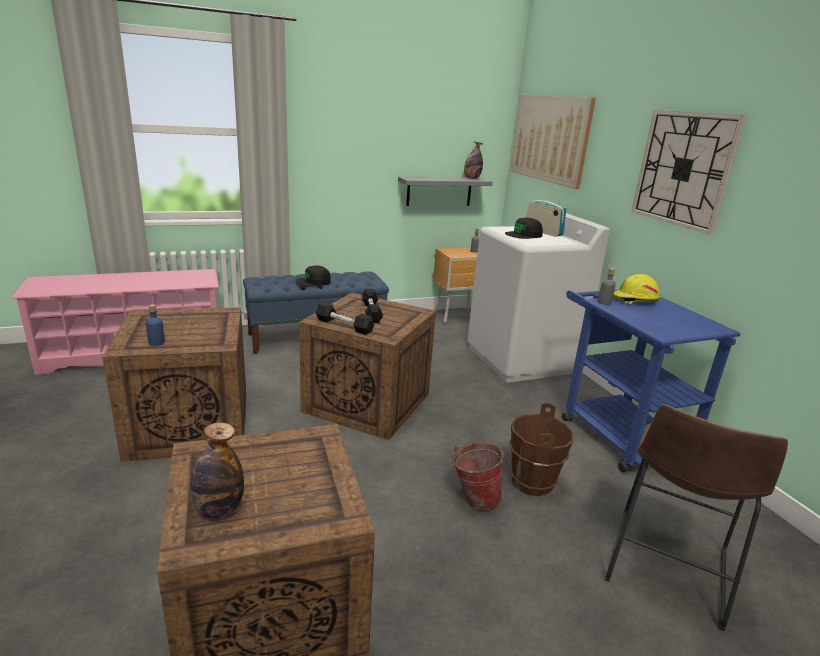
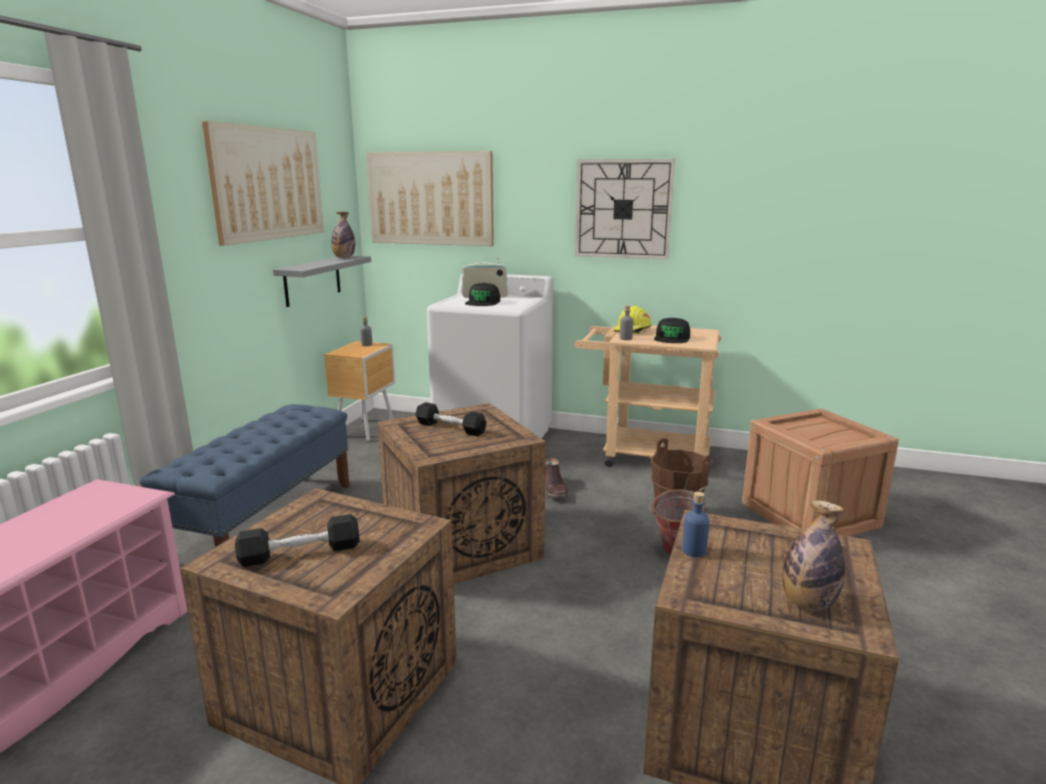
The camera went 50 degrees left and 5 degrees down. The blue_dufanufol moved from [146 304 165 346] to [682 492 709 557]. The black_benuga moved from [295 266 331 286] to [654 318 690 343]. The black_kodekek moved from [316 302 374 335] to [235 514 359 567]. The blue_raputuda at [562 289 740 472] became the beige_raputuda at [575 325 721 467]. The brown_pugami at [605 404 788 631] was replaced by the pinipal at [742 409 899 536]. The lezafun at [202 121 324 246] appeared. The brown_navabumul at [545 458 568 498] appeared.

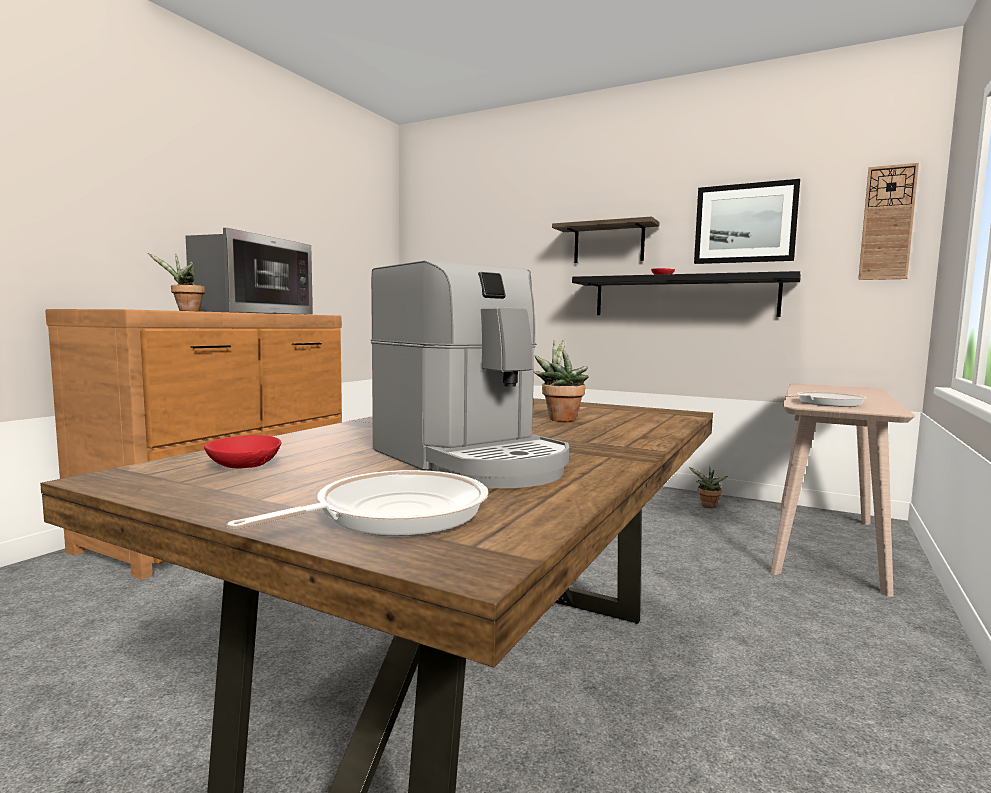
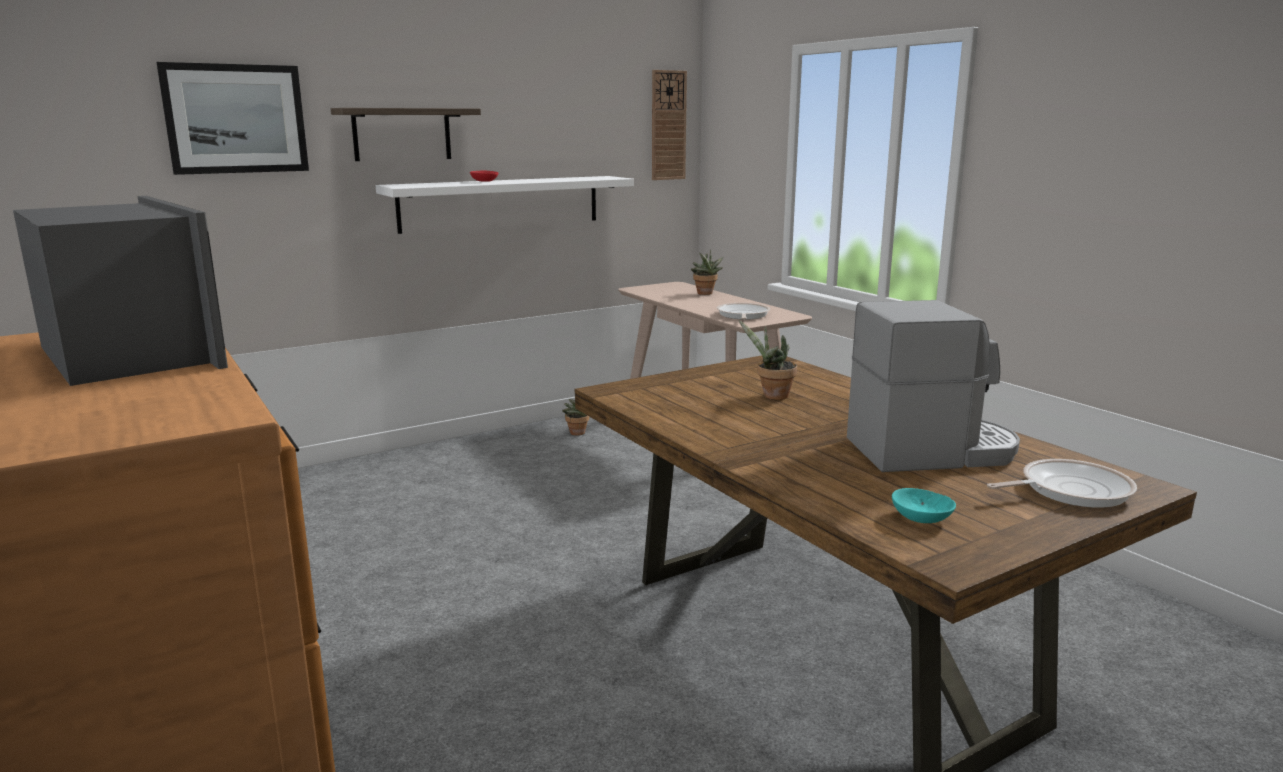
The camera went 60 degrees left and 10 degrees up. The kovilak moved from [148 253 205 311] to [691 250 724 295]. The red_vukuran at [204 435 282 469] became the turquoise_vukuran at [892 488 956 523]. The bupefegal at [227 470 488 536] turned 90 degrees clockwise. The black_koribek at [572 271 801 317] became the white_koribek at [376 176 634 234]. The lezafun moved from [694 179 800 264] to [156 62 309 175].

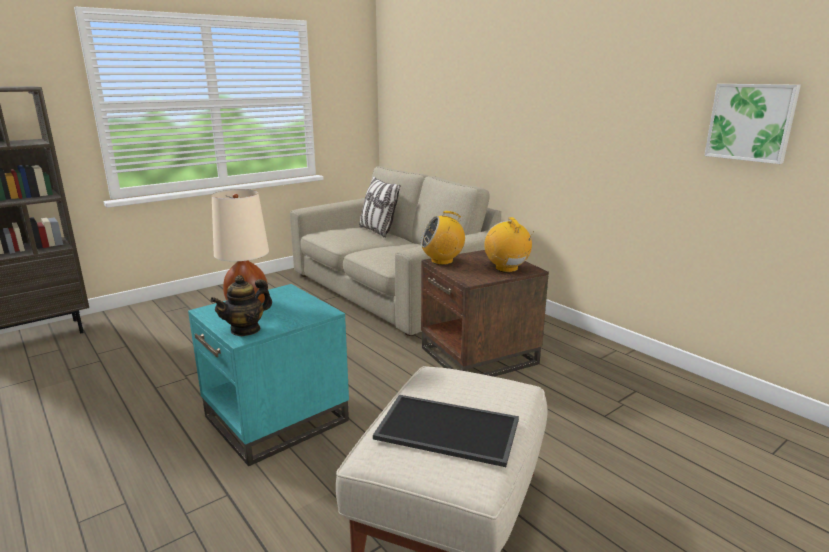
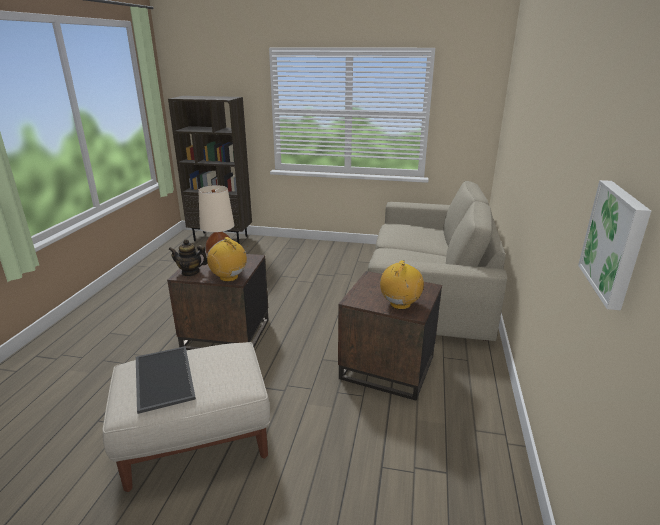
The camera went 50 degrees right and 5 degrees up. The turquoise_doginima at [188 284 349 466] became the brown_doginima at [167 251 269 350]. The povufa at [359 176 400 238] disappeared. The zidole moved from [420 211 465 265] to [207 237 248 282].

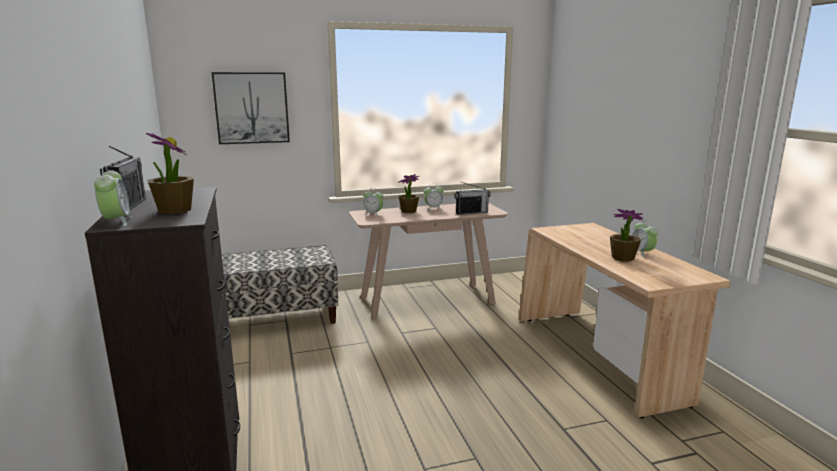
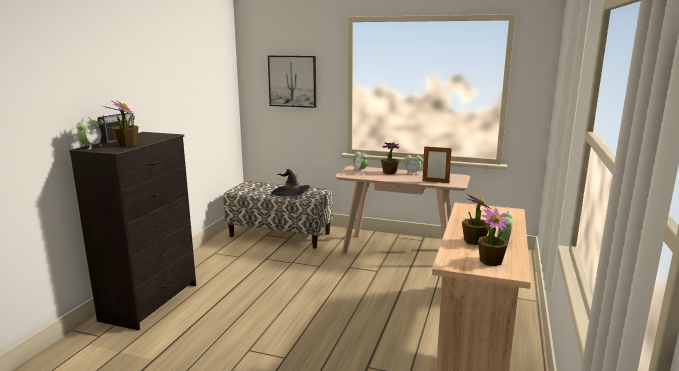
The camera went 35 degrees right and 0 degrees up. The zidole at [454 182 491 215] was replaced by the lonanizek at [423 145 452 183]. The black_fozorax at [272 169 310 196] appeared. The kovilak at [478 208 509 266] appeared.

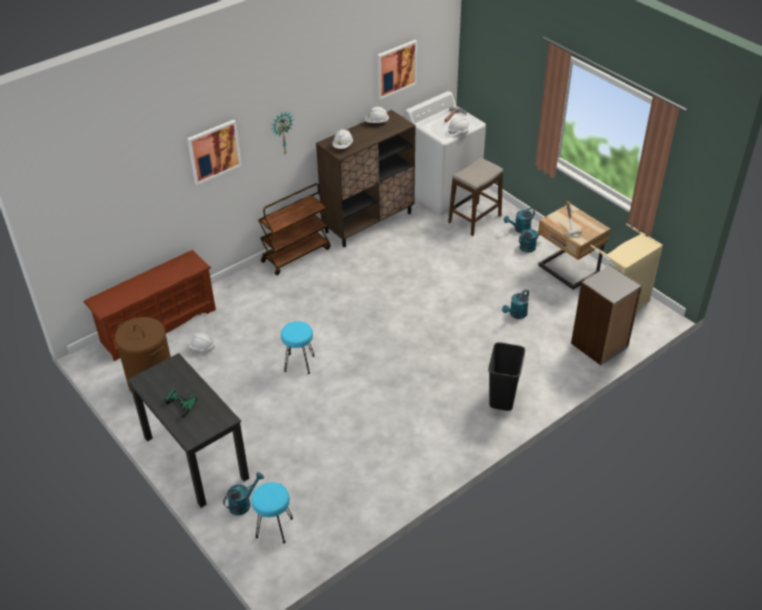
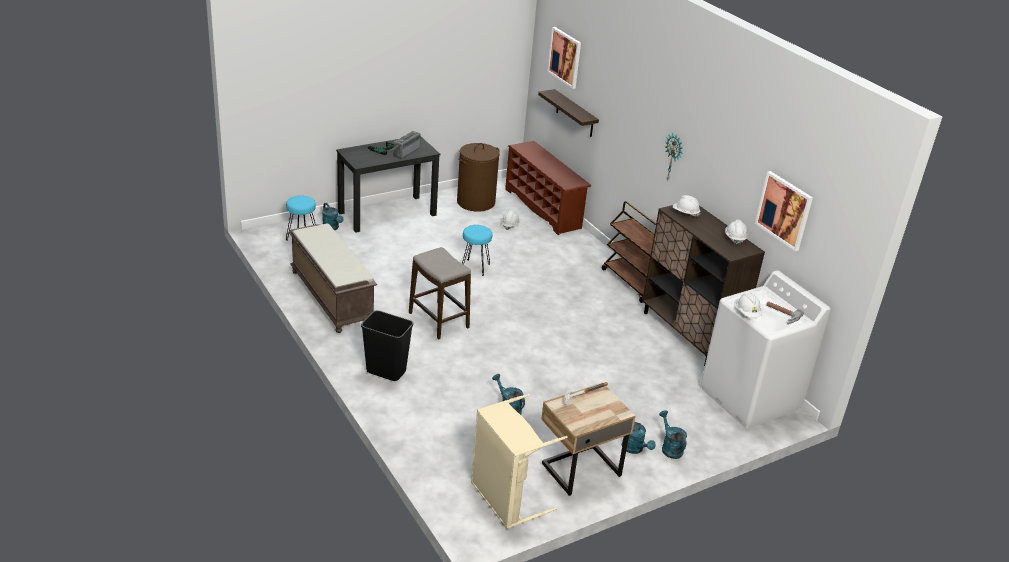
The camera went 95 degrees right and 10 degrees down. The lezafun moved from [187 120 242 185] to [547 27 581 89]. The pugami moved from [448 158 503 236] to [409 247 471 339]. The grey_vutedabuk at [571 265 642 365] disappeared. The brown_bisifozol at [289 223 377 333] appeared. The zidole at [391 131 421 159] appeared. The koribek at [538 89 599 137] appeared.

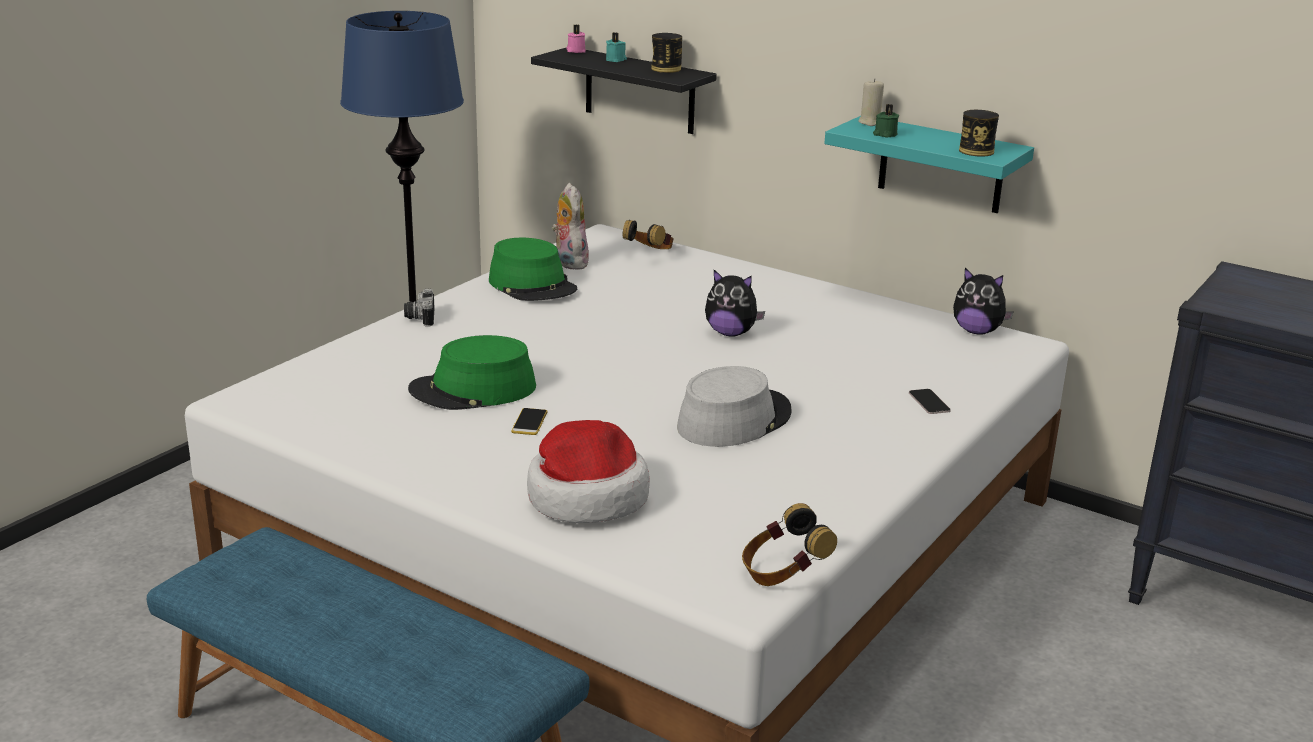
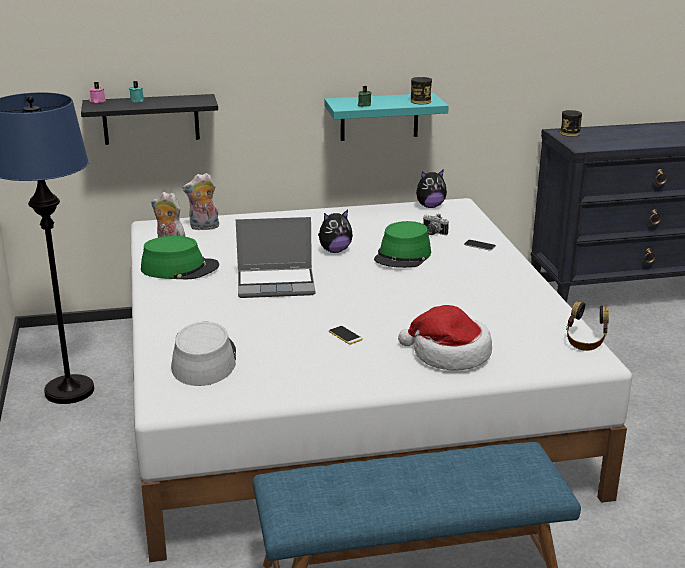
The camera went 45 degrees left and 0 degrees up. The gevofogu moved from [404 289 435 327] to [423 214 449 235]. The green_fozorax moved from [408 335 536 410] to [374 221 431 268]. The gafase at [622 220 674 249] was replaced by the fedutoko at [182 173 219 230]. The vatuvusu moved from [651 33 682 73] to [560 110 582 137]. The grey_fozorax moved from [677 366 792 447] to [171 322 236 386]. The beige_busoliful at [858 78 884 126] disappeared. The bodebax at [236 217 315 298] appeared.

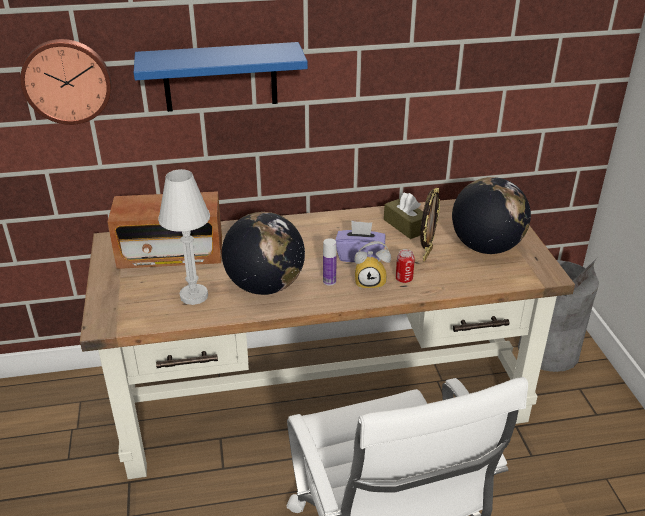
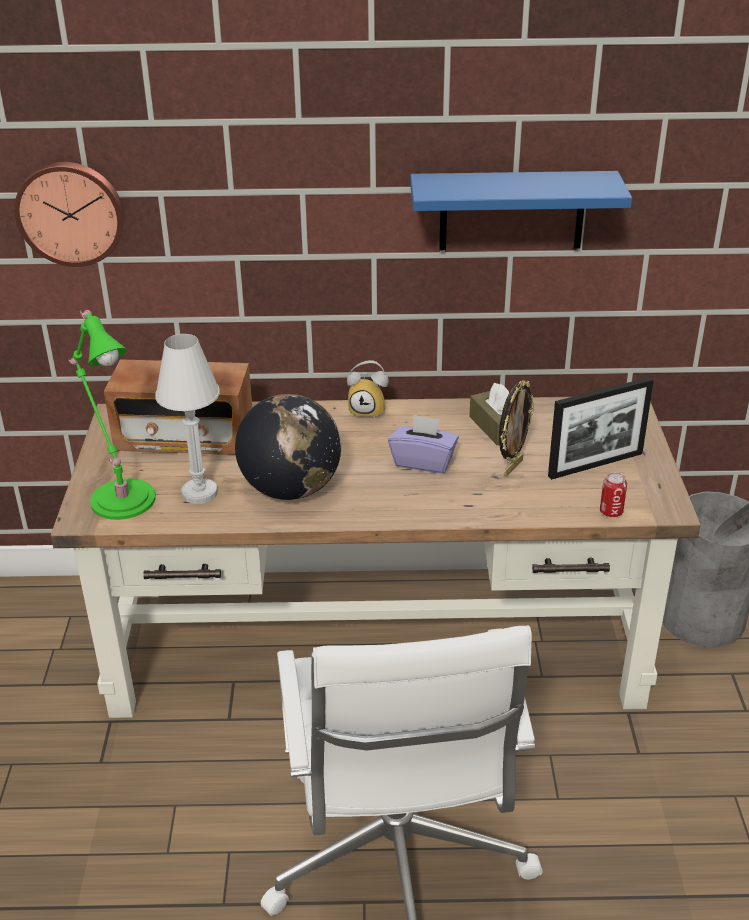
The camera went 10 degrees right and 0 degrees up. The blue_koribek moved from [134 42 308 112] to [410 171 632 250]. The dufanufol at [323 238 337 286] disappeared. The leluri moved from [354 241 391 289] to [347 360 389 419]. The vatuvusu moved from [396 249 415 283] to [600 472 627 517]. The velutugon at [452 177 531 254] was replaced by the lonanizek at [548 377 654 480]. The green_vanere at [68 310 156 520] appeared.

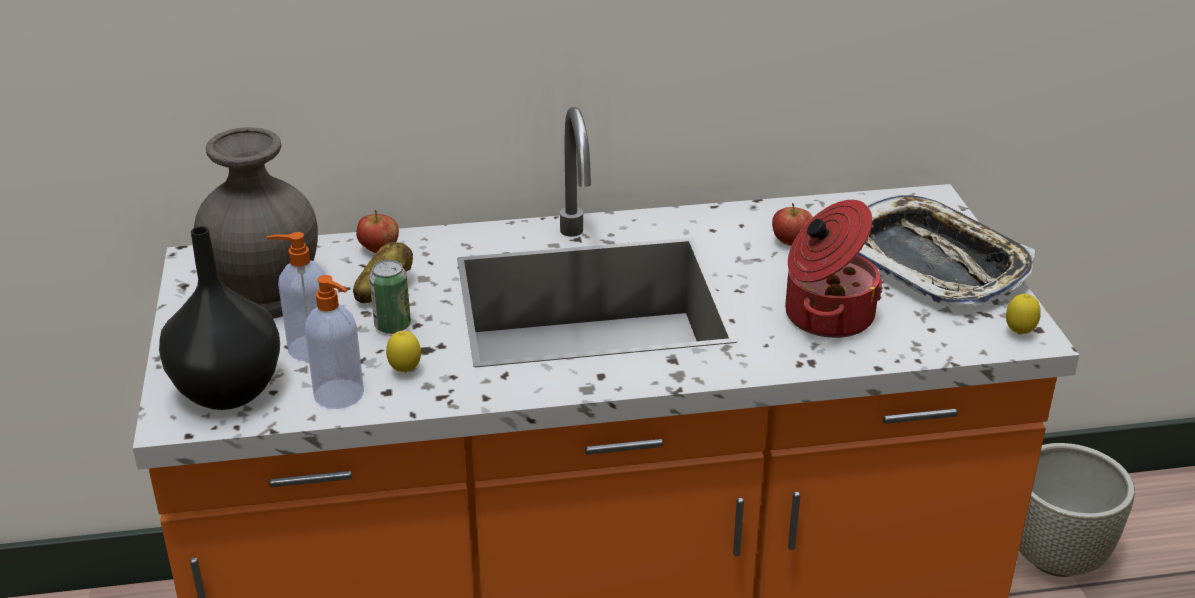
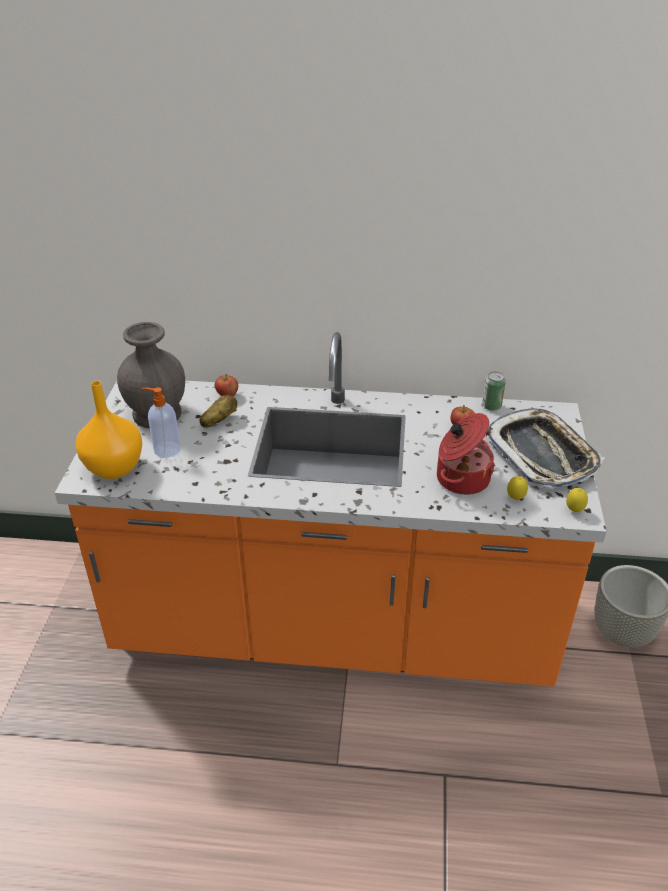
The camera went 15 degrees right and 5 degrees up. The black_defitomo at [159 226 280 410] became the orange_defitomo at [76 381 142 479]. The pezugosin at [305 275 364 409] disappeared. The vatuvusu moved from [369 260 411 334] to [482 372 506 411]. The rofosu moved from [386 331 421 373] to [507 476 528 500].

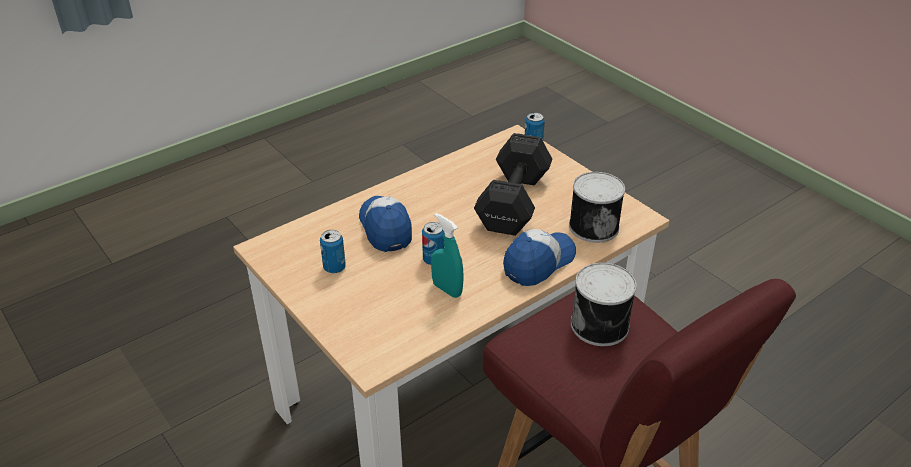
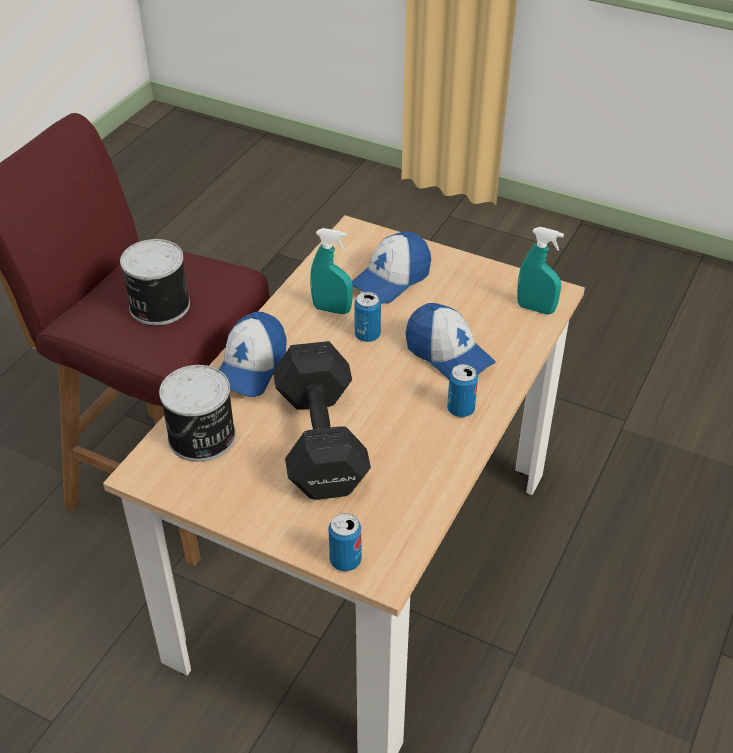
The camera went 155 degrees right and 5 degrees up. The vatuvusu moved from [320 230 346 273] to [447 364 478 417]. The benuga at [352 231 431 304] appeared. The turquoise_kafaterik at [517 227 564 314] appeared.

